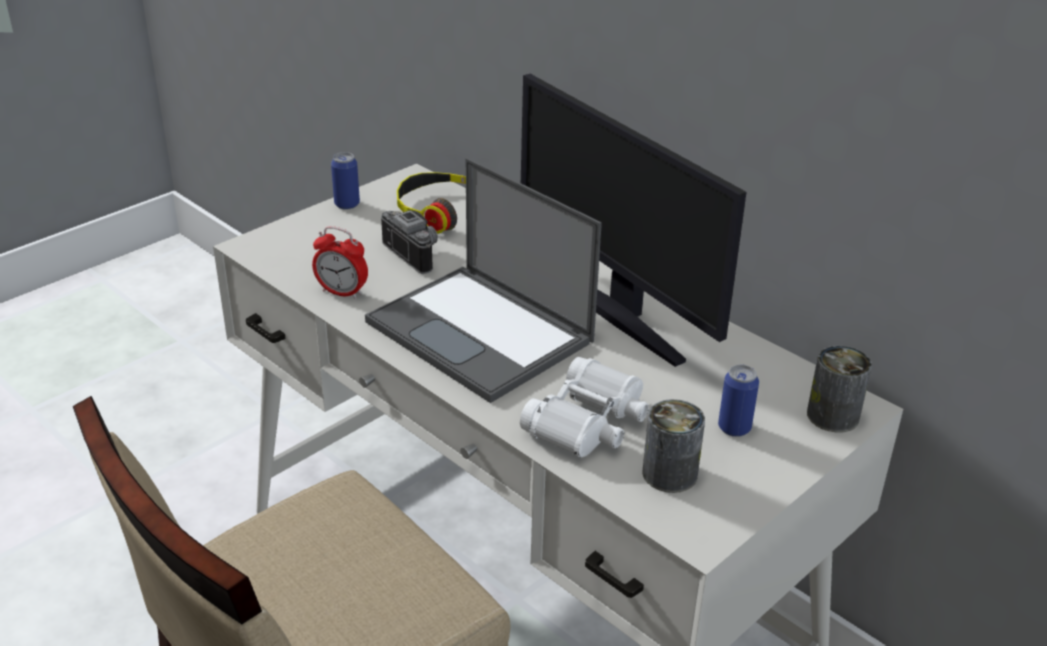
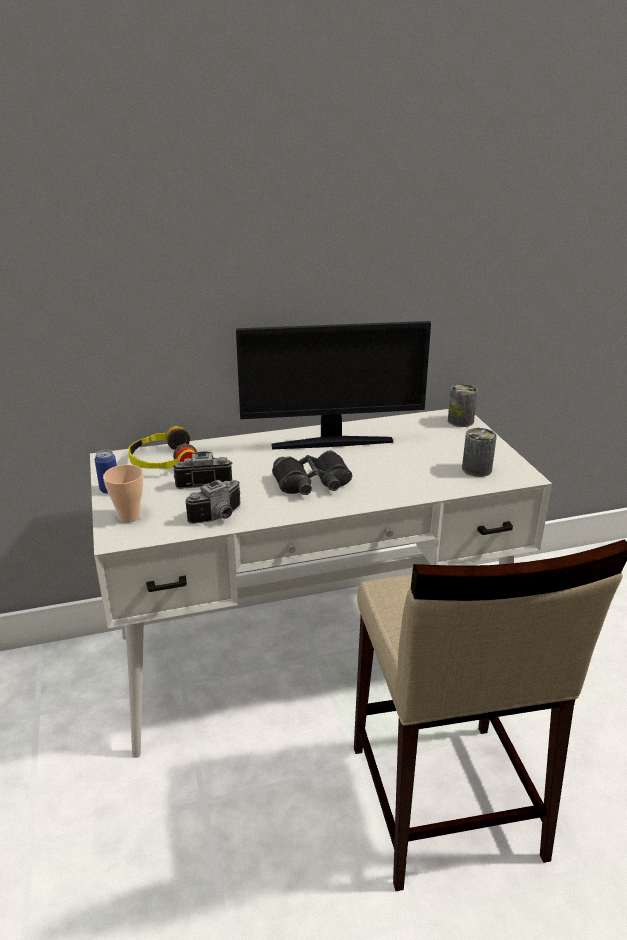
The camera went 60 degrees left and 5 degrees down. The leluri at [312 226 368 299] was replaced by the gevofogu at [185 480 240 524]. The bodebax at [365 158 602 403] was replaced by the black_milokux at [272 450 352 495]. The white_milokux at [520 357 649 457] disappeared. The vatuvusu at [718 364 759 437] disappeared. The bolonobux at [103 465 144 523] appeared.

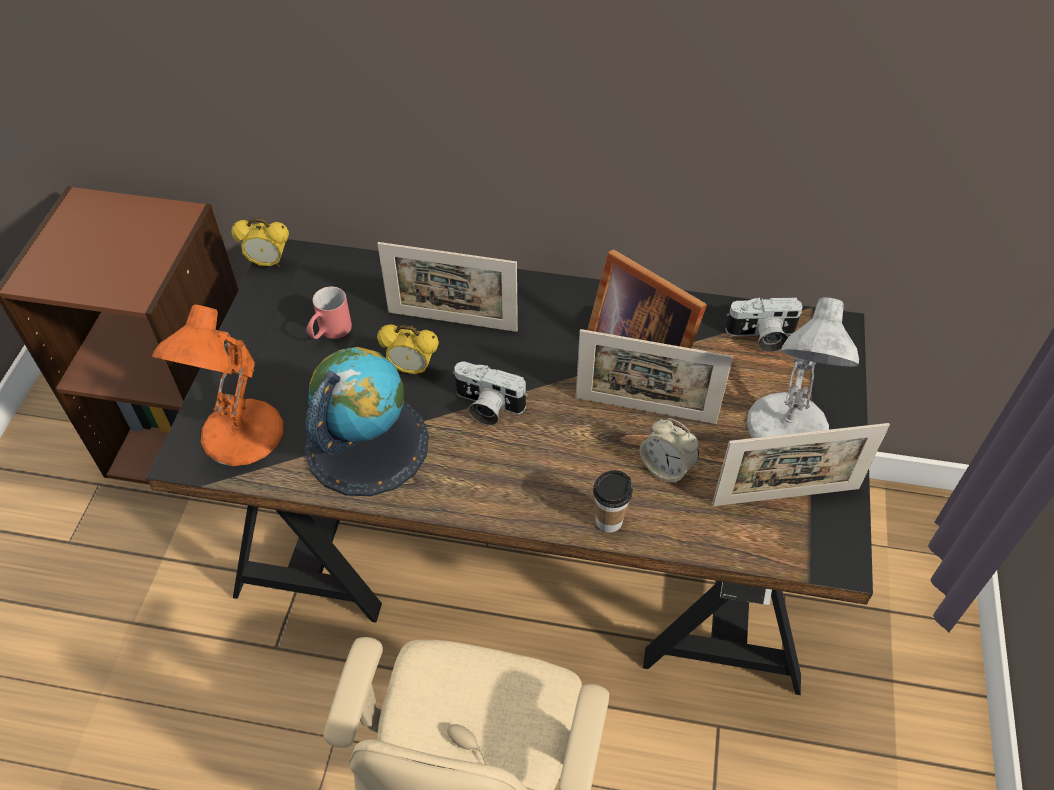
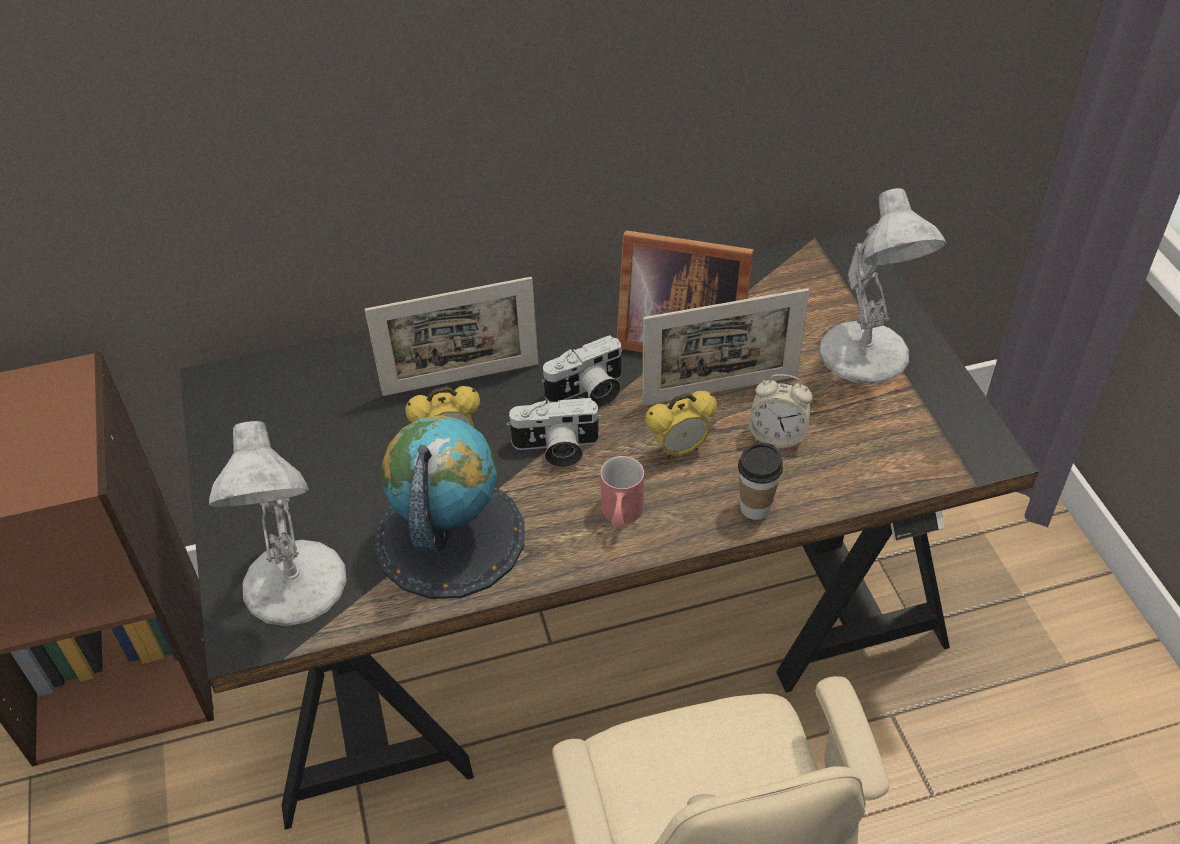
The camera went 25 degrees left and 5 degrees down. The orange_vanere at [152 304 283 466] became the white_vanere at [209 421 347 626]. The leluri moved from [231 218 289 267] to [645 391 717 459]. The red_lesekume moved from [306 286 352 339] to [600 456 644 530]. The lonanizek at [712 423 890 506] disappeared. The gevofogu moved from [725 297 803 352] to [541 335 623 407].

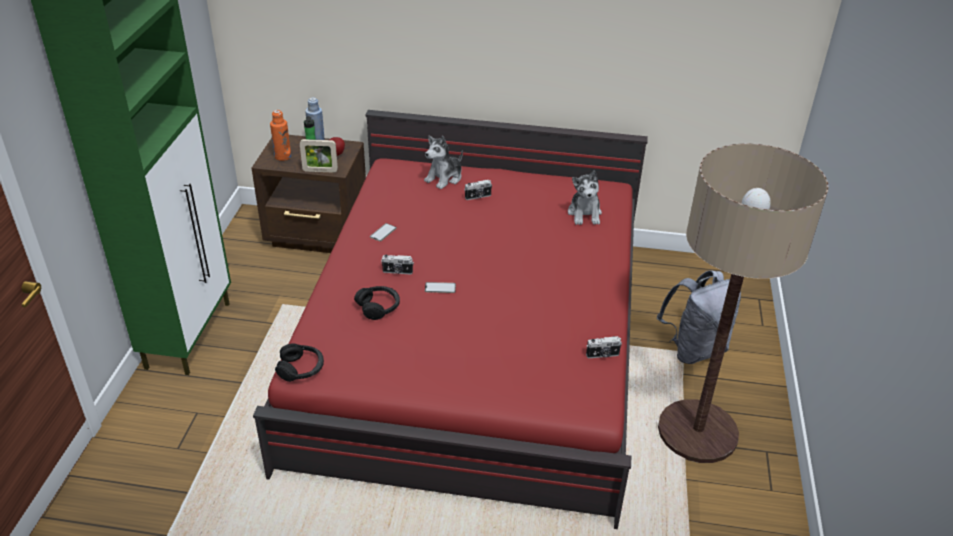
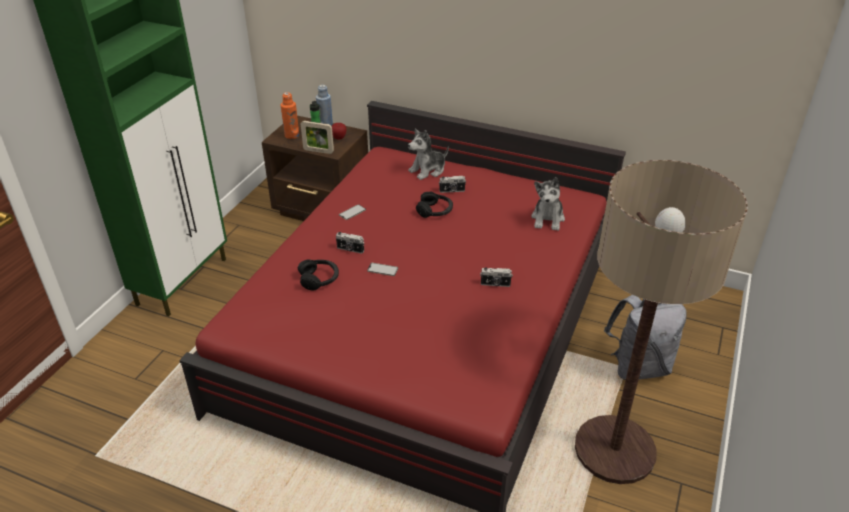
The camera went 15 degrees right and 0 degrees up. The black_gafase moved from [275 343 324 382] to [416 191 453 218]. The gevofogu moved from [586 336 622 358] to [480 268 513 287].

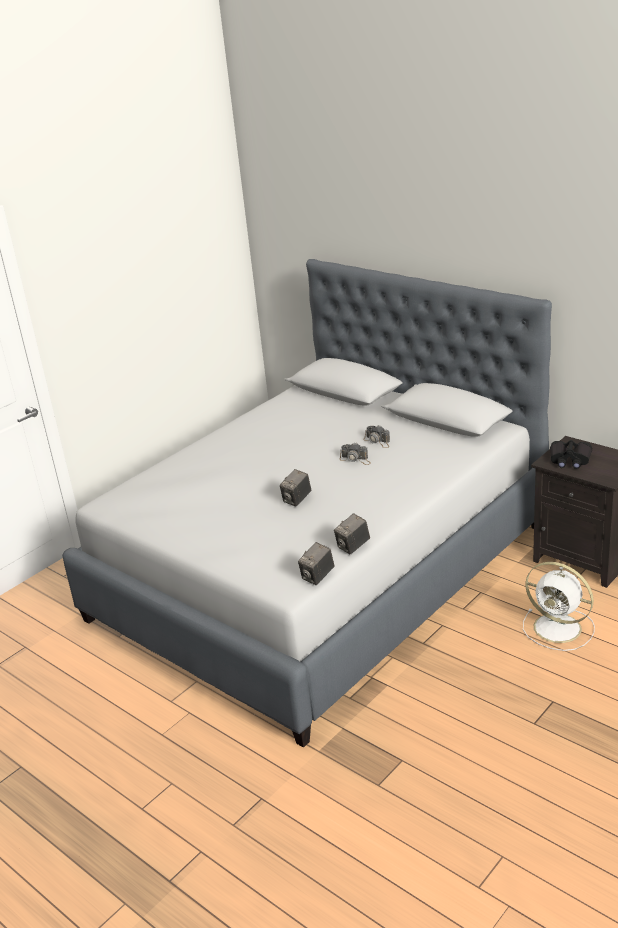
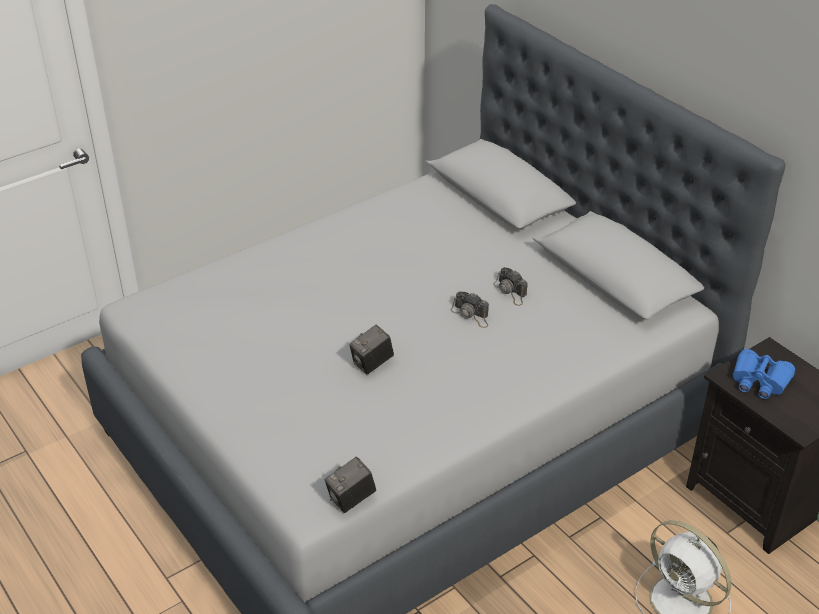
The camera went 10 degrees right and 10 degrees up. The gevofogu at [334 513 370 554] disappeared. The black_milokux at [550 440 592 469] became the blue_milokux at [732 349 795 399].

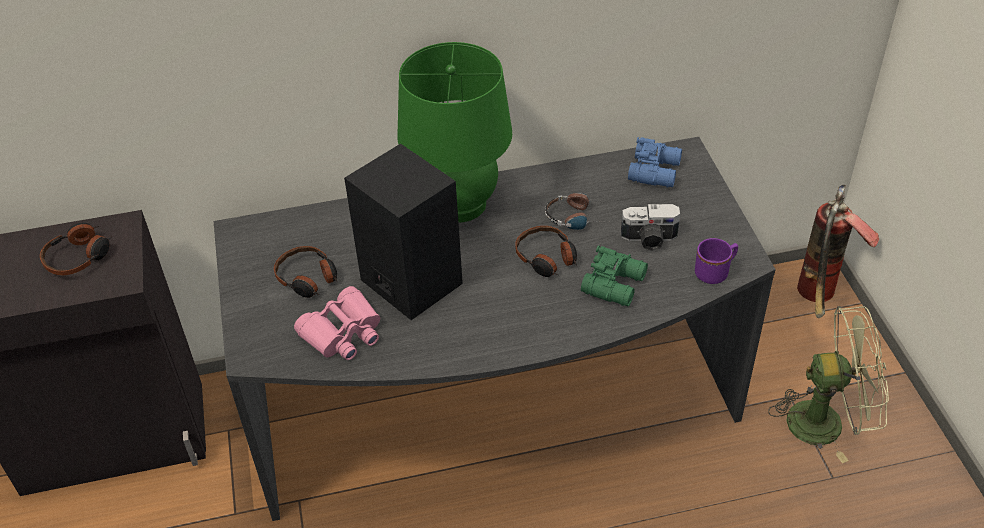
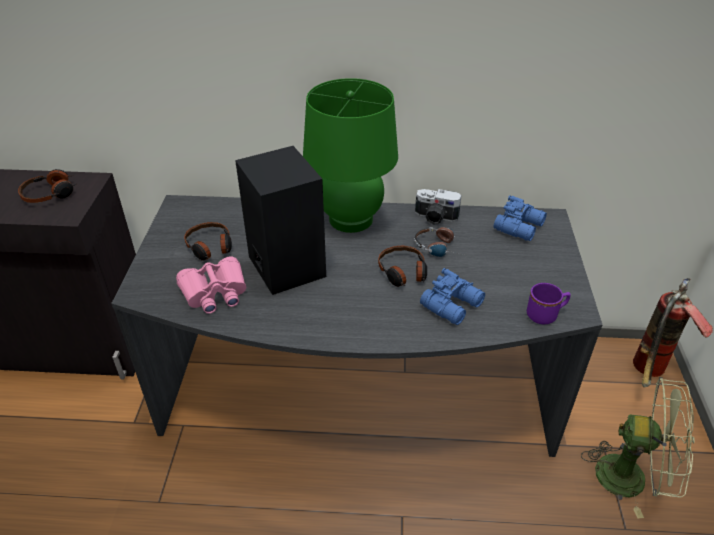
The camera went 15 degrees right and 5 degrees down. The green_milokux at [581 245 648 306] became the blue_milokux at [420 268 485 325]. The gevofogu moved from [621 204 680 251] to [415 189 462 225].

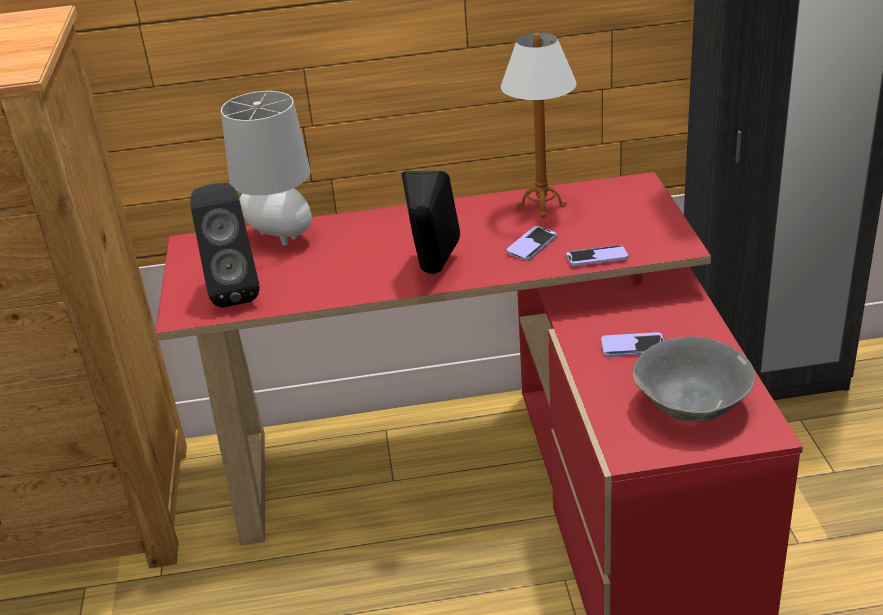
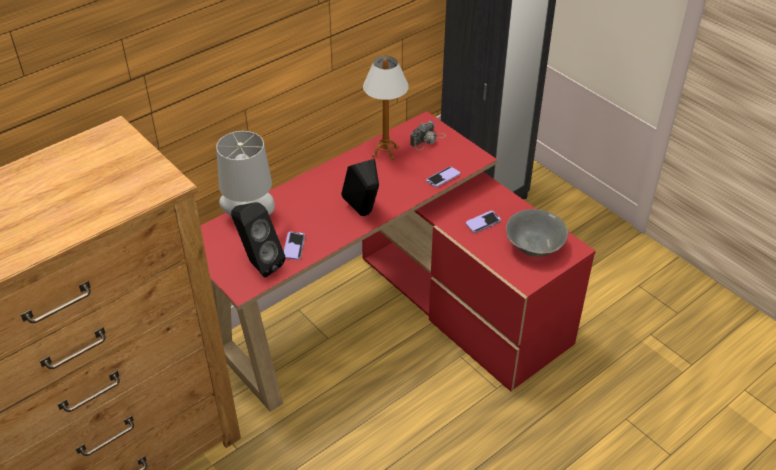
The camera went 35 degrees left and 10 degrees up. The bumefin moved from [507 226 557 261] to [284 232 305 260]. The gevofogu at [410 121 446 150] appeared.

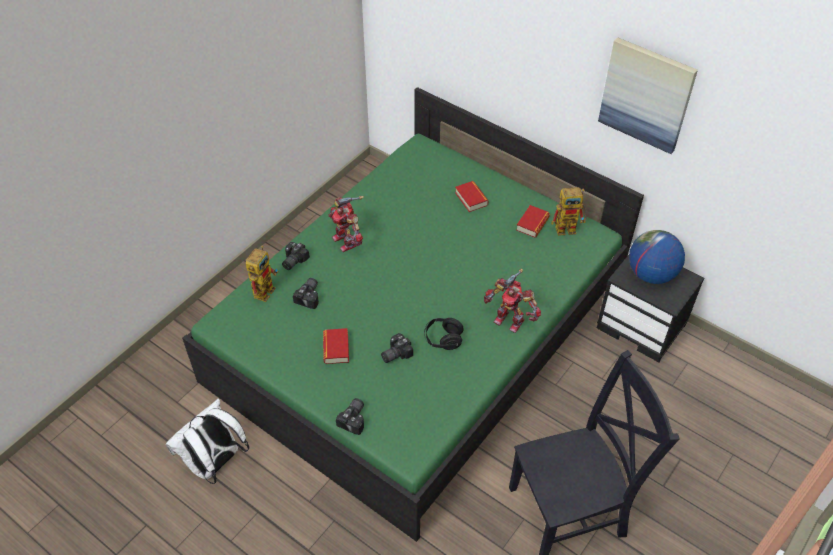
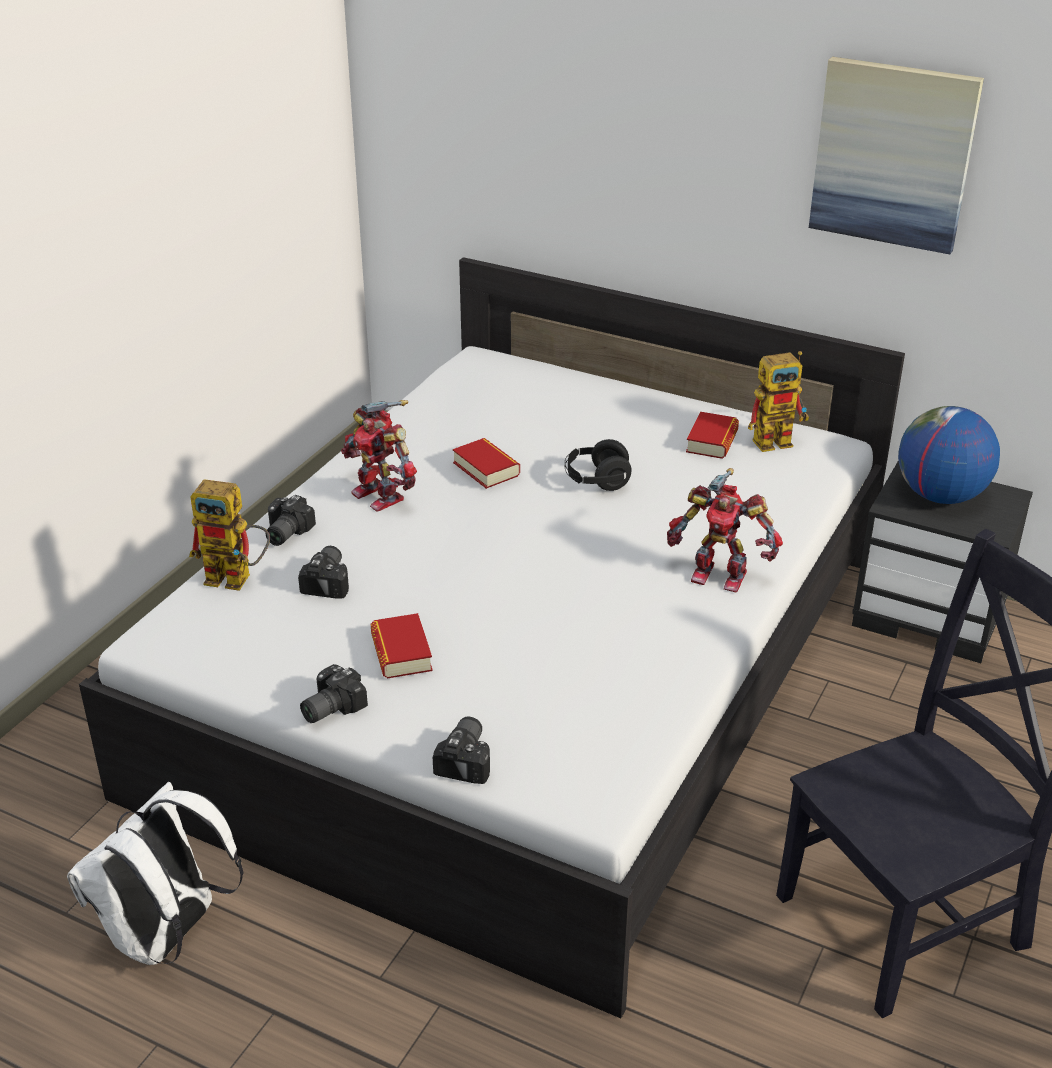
The camera went 10 degrees left and 15 degrees down. The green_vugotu at [182 87 644 542] became the white_vugotu at [79 257 905 1018]. The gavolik at [246 245 278 302] turned 90 degrees clockwise. The gevofogu moved from [381 333 413 363] to [300 664 368 723]. The black_gafase moved from [424 318 464 350] to [565 439 631 491]. The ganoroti moved from [455 181 489 212] to [453 438 520 489].

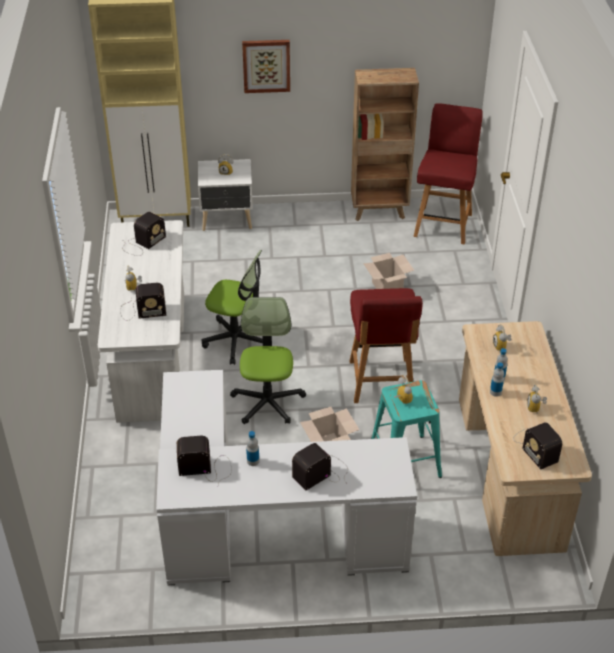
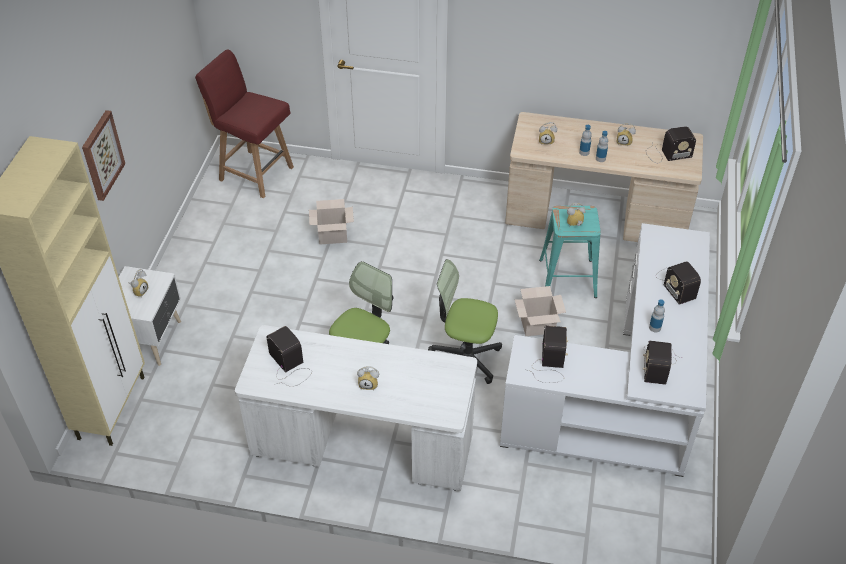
The camera went 75 degrees left and 5 degrees up. The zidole moved from [120 283 166 321] to [528 326 568 383]. The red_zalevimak at [350 288 423 403] disappeared. The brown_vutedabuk at [351 68 419 221] disappeared.

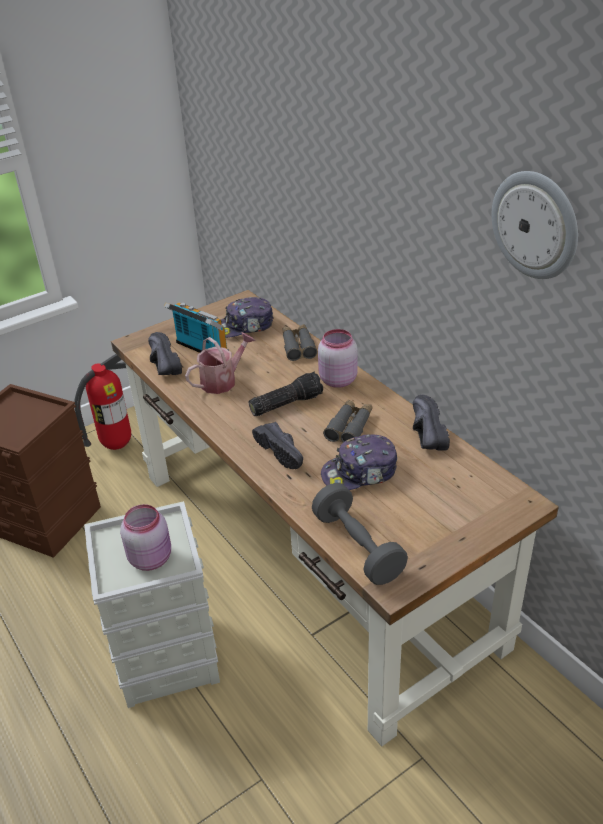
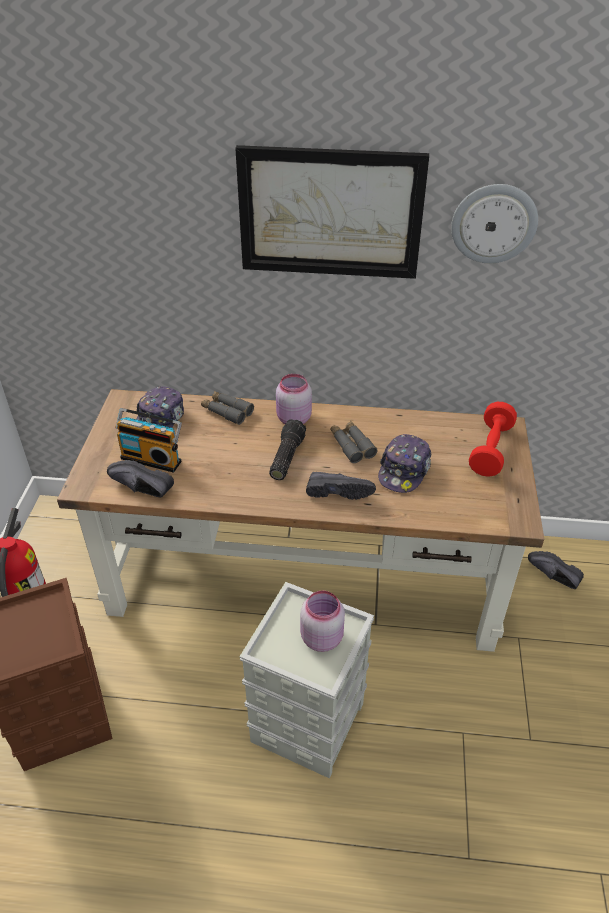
The camera went 50 degrees left and 5 degrees up. The zidole at [164 302 229 353] turned 150 degrees counterclockwise. The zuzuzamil at [185 332 256 394] disappeared. The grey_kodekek at [312 483 408 585] disappeared. The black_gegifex moved from [413 395 450 451] to [528 551 584 589]. The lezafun at [235 145 429 279] appeared. The red_kodekek at [469 402 517 477] appeared.

